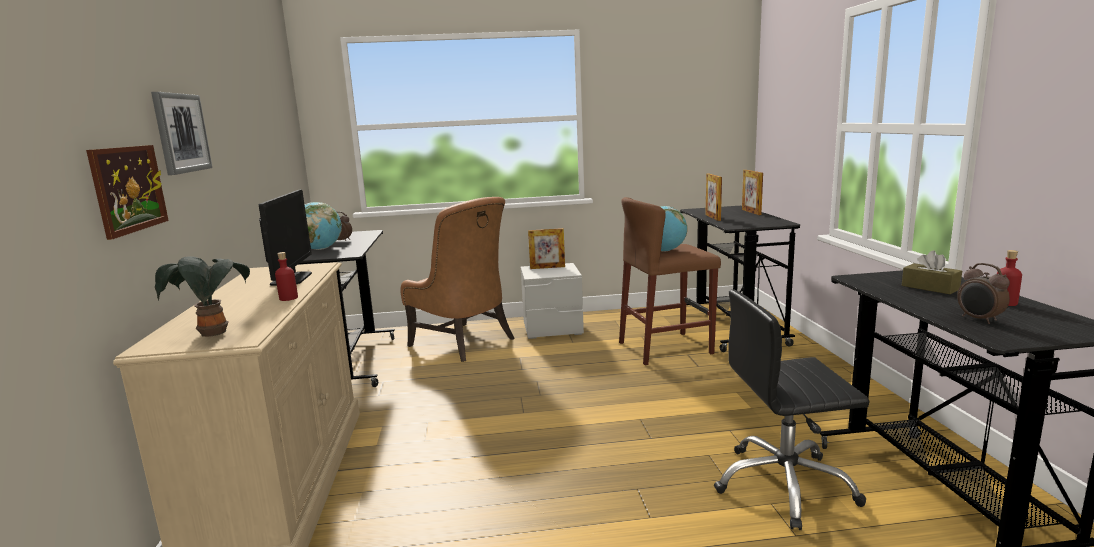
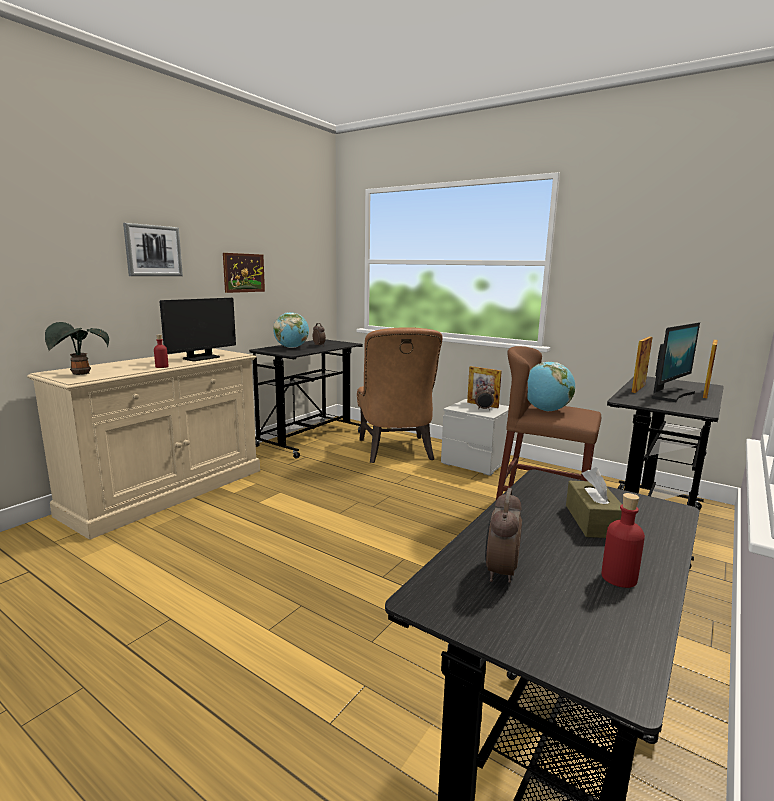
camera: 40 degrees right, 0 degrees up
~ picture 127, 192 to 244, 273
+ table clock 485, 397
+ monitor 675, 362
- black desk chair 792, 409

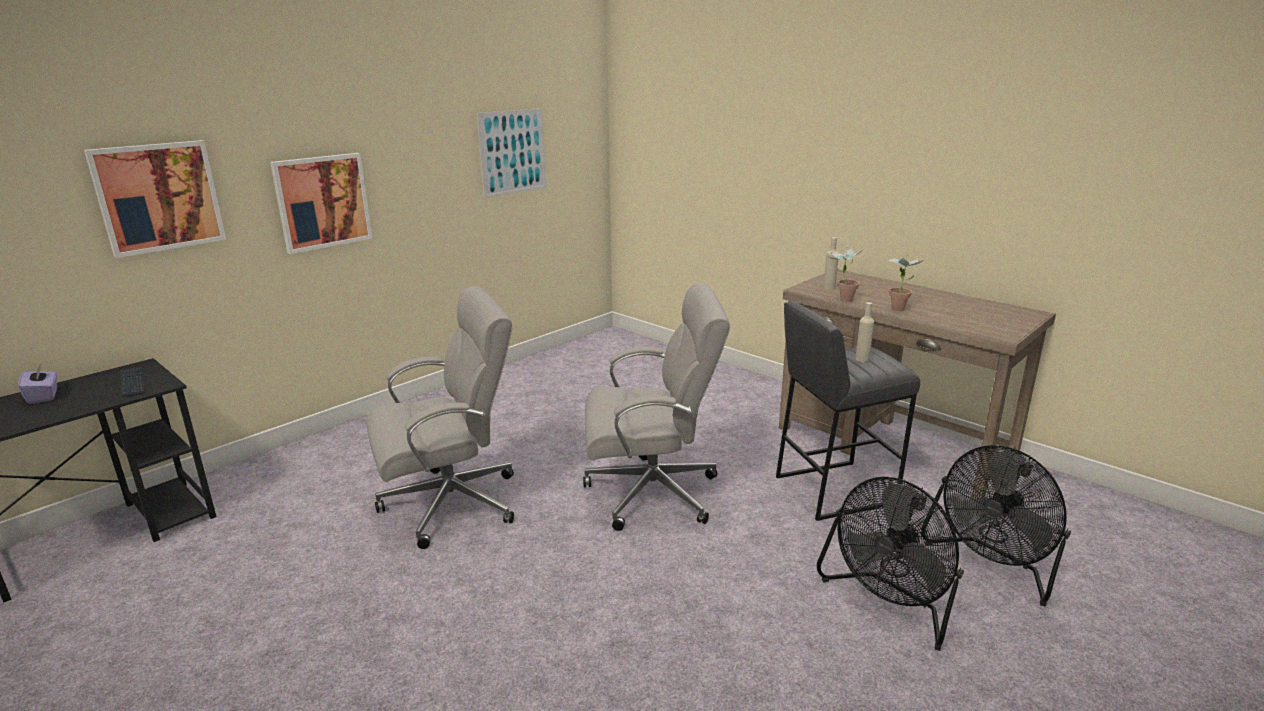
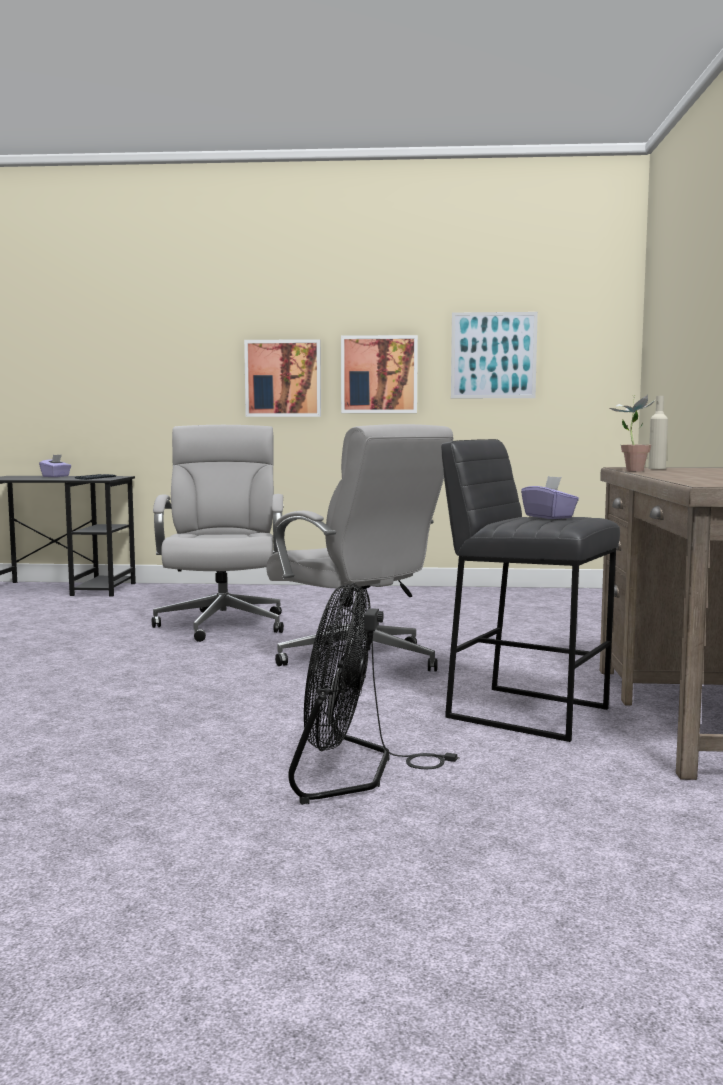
camera: 50 degrees right, 15 degrees down
~ grey desk chair 440, 417 = 218, 533 120 degrees counterclockwise
~ picture 155, 199 to 379, 374
~ sand-coloured bottle 864, 332 to purple box of tissues 550, 497
- houseplant 905, 283
- black cooling fan 996, 526

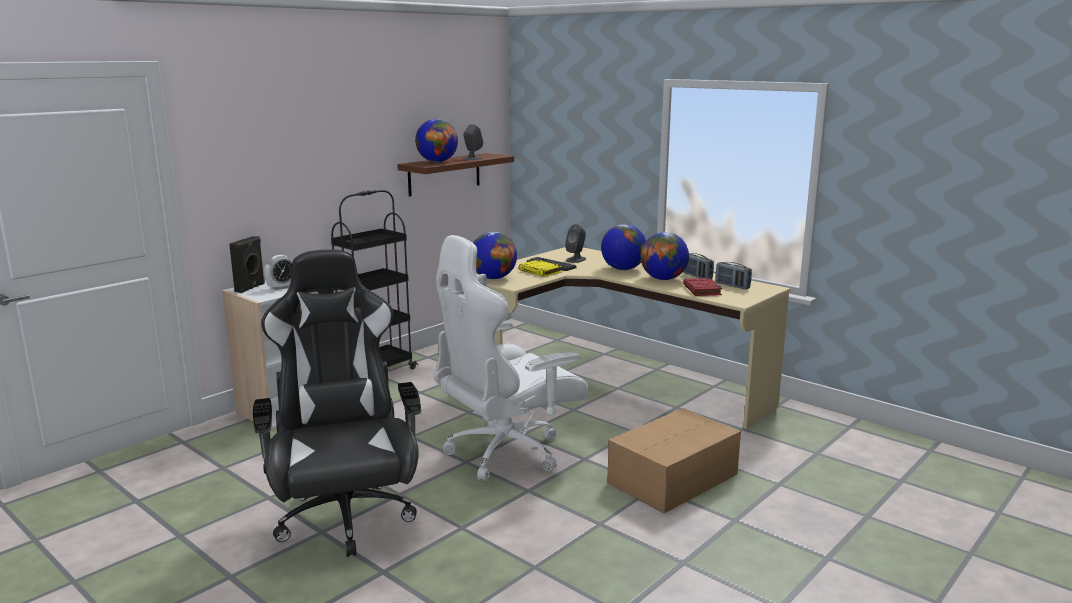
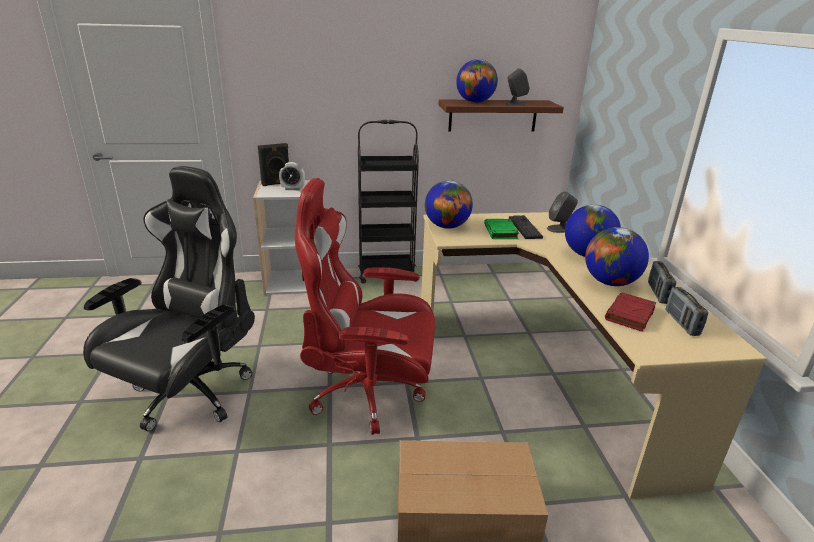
camera: 40 degrees right, 10 degrees up
~ white-coloured desk chair 511, 358 to reddish desk chair 365, 306
~ yellowish book 540, 268 to green-coloured book 501, 229

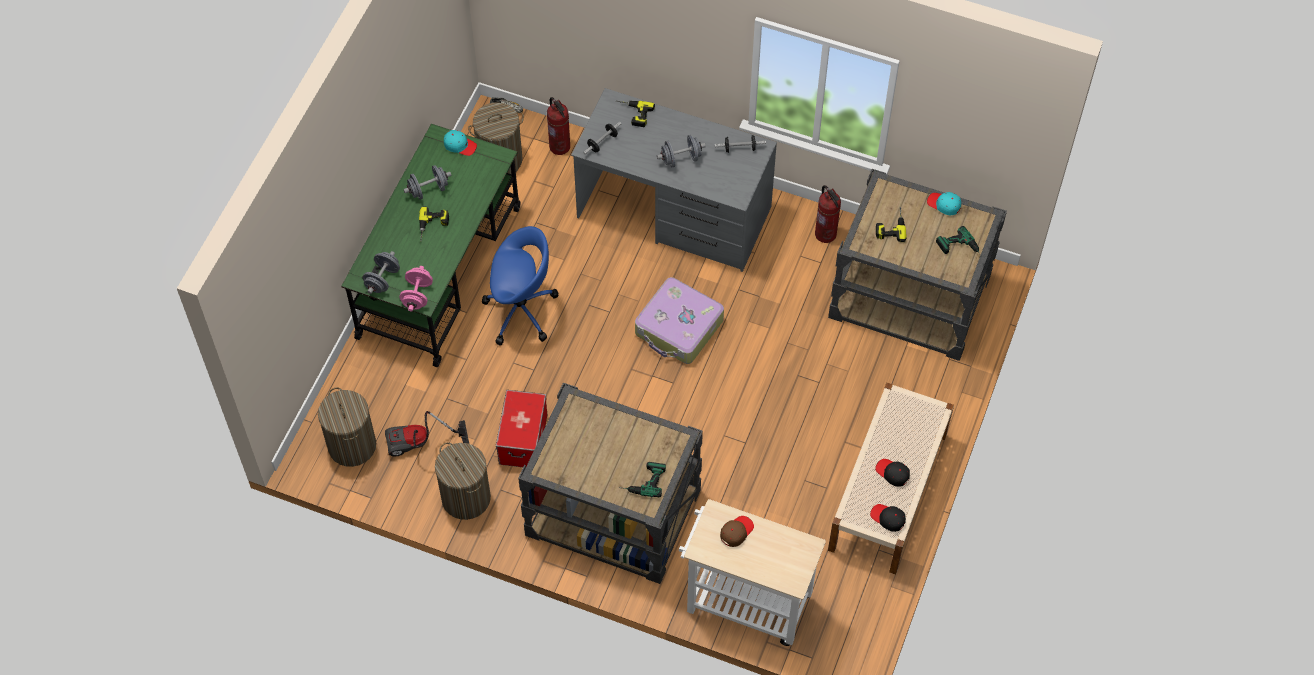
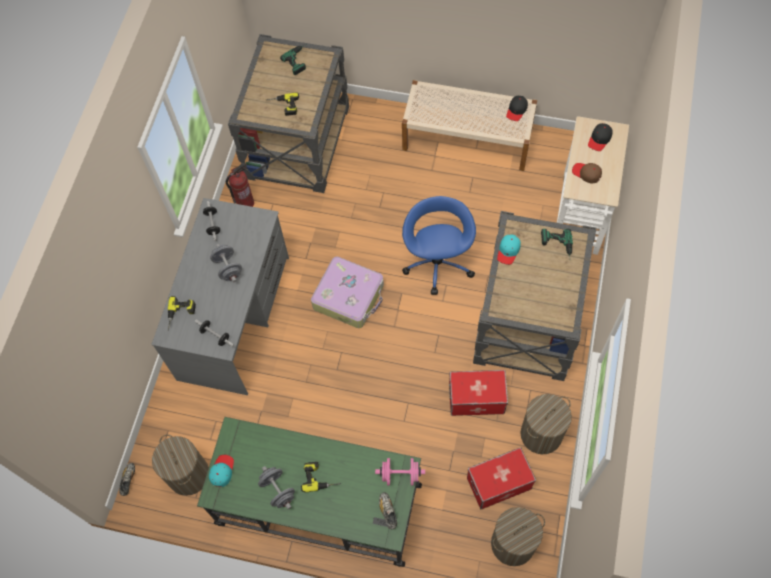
camera: 95 degrees left, 5 degrees up
~ grey free weight 381, 272 to item of footwear 388, 510
~ blue-coloured desk chair 520, 285 to 439, 245
~ hoover 427, 434 to storage box 501, 478
~ turquoise-coloured baseball cap 944, 203 to 509, 249
~ black baseball cap 892, 473 to 600, 137
- extinguisher 558, 126

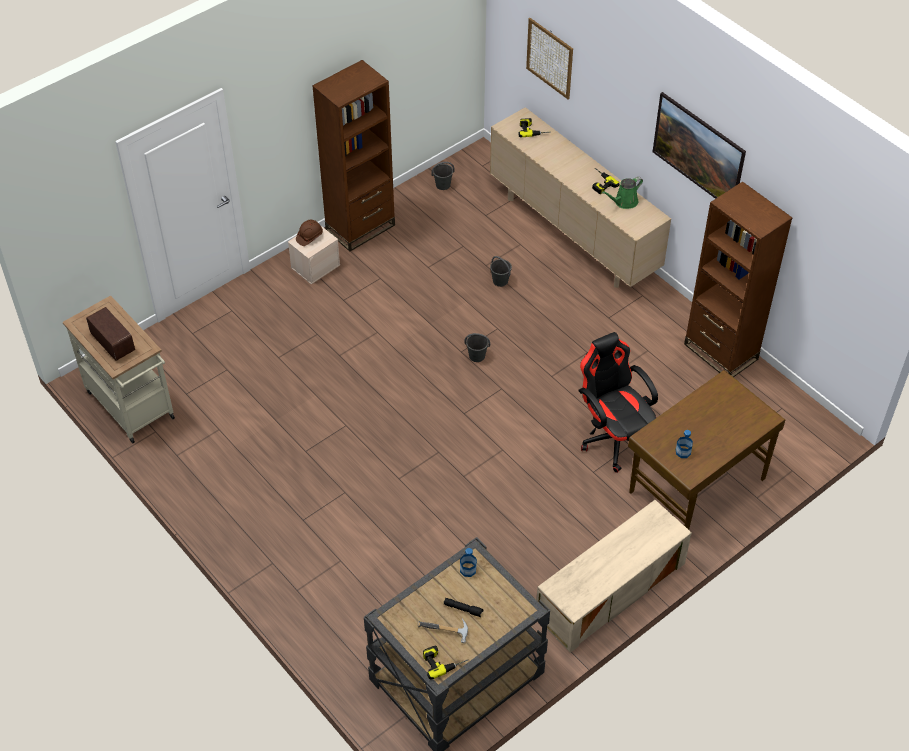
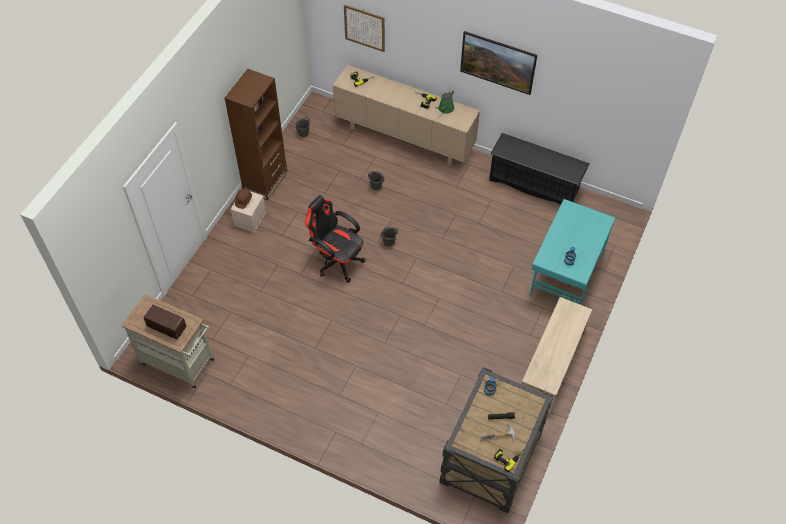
camera: 25 degrees left, 5 degrees up
~ black desk chair 618, 402 to 335, 239
~ brown bookcase 738, 279 to black shoe stand 539, 168
~ brown desk 706, 450 to turquoise-coloured desk 573, 252

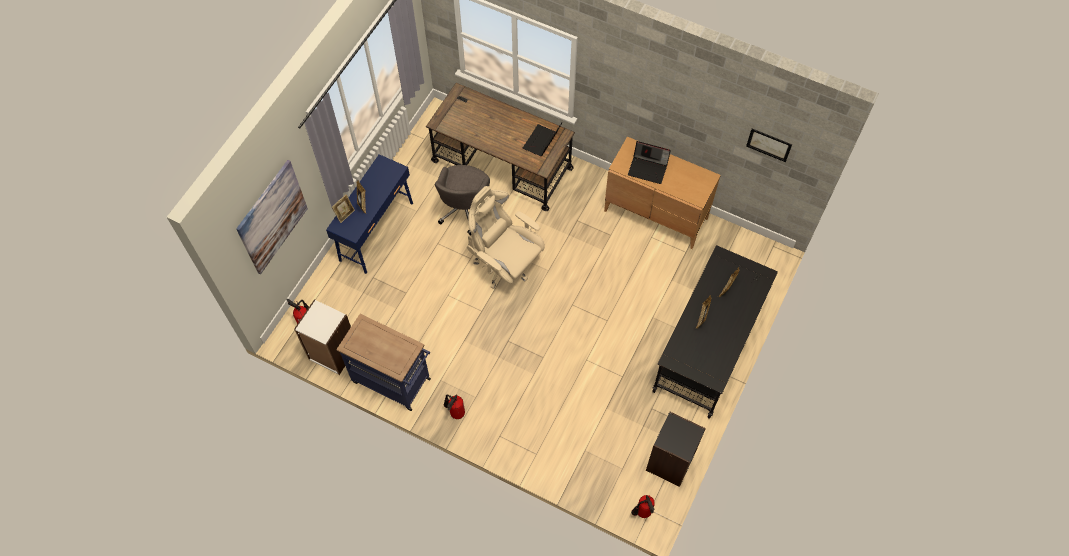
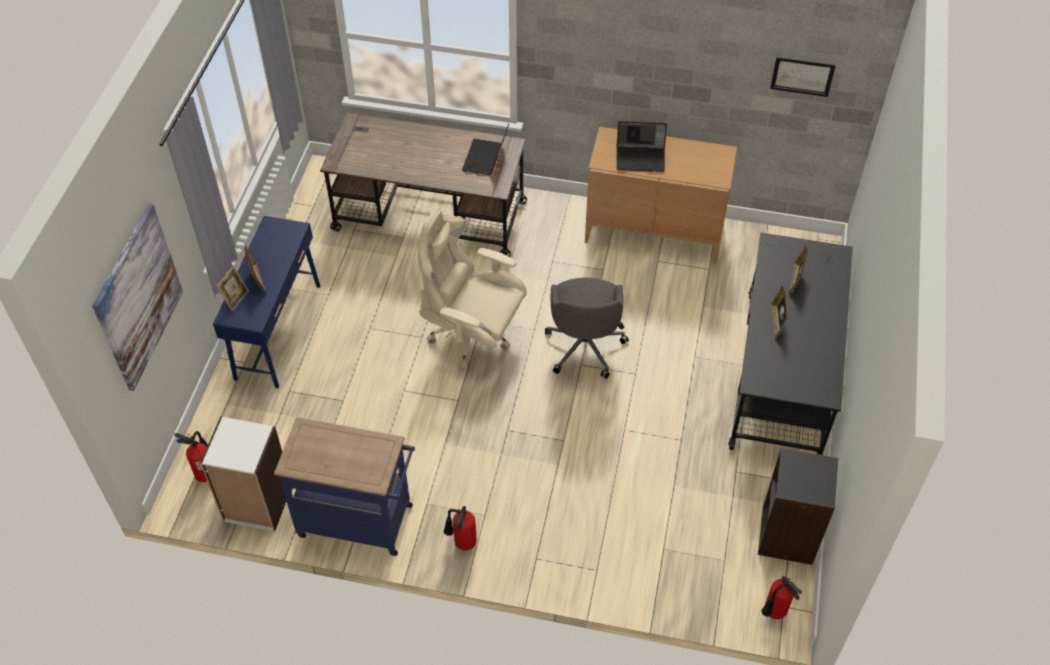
camera: 15 degrees left, 10 degrees down
~ grey desk chair 462, 200 to 587, 328

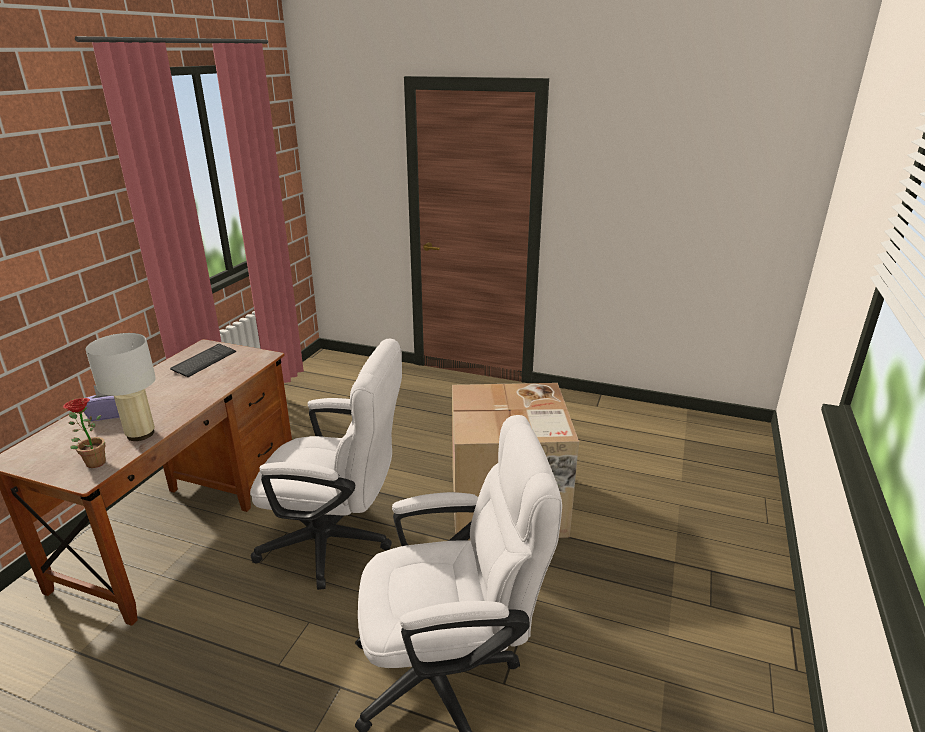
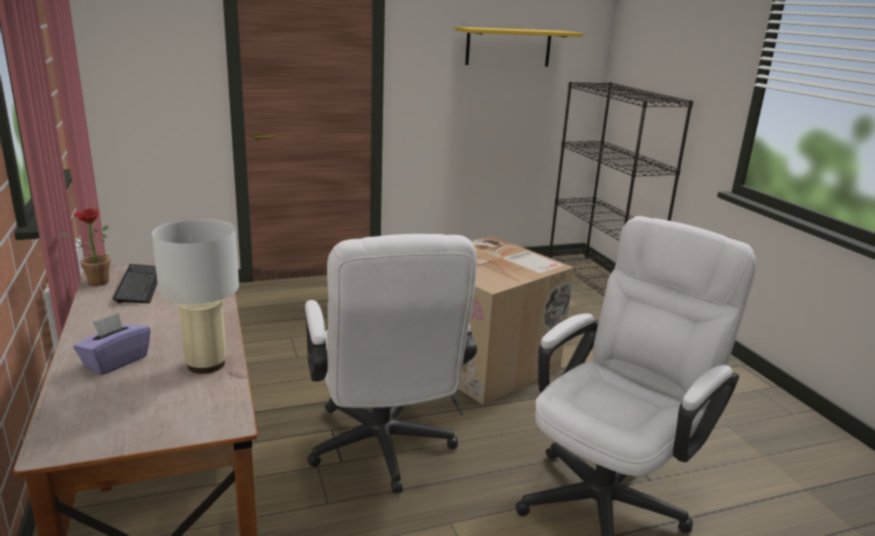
camera: 40 degrees left, 5 degrees down
~ houseplant 84, 433 to 85, 247
~ white-coloured desk chair 326, 464 = 391, 363 105 degrees clockwise
+ yellowish bracket shelf 519, 46
+ black bookcase 621, 189

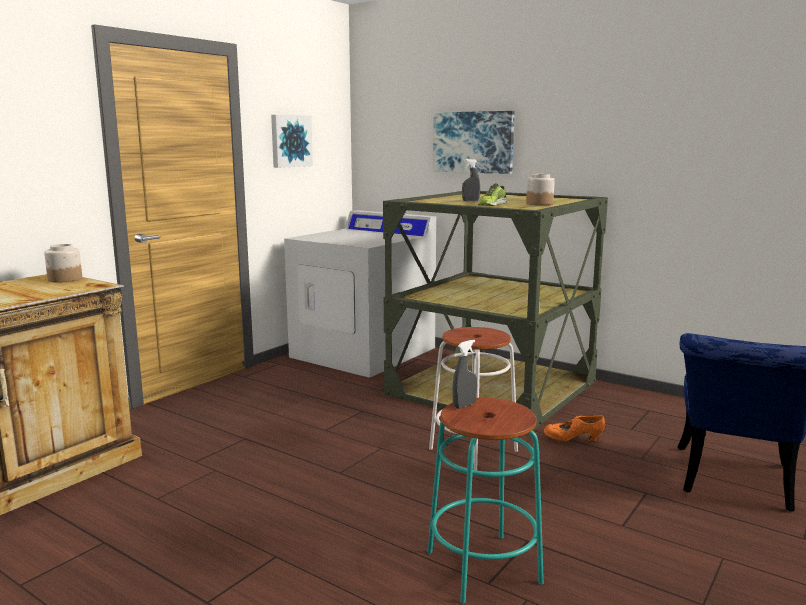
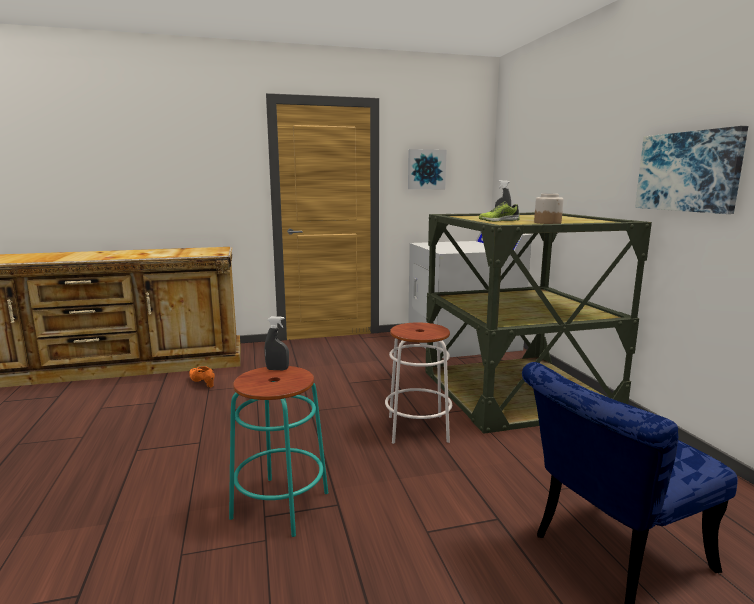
camera: 40 degrees right, 0 degrees up
~ orange item of footwear 574, 428 to 202, 377
~ picture 473, 142 to 691, 170
- storage jar 63, 263

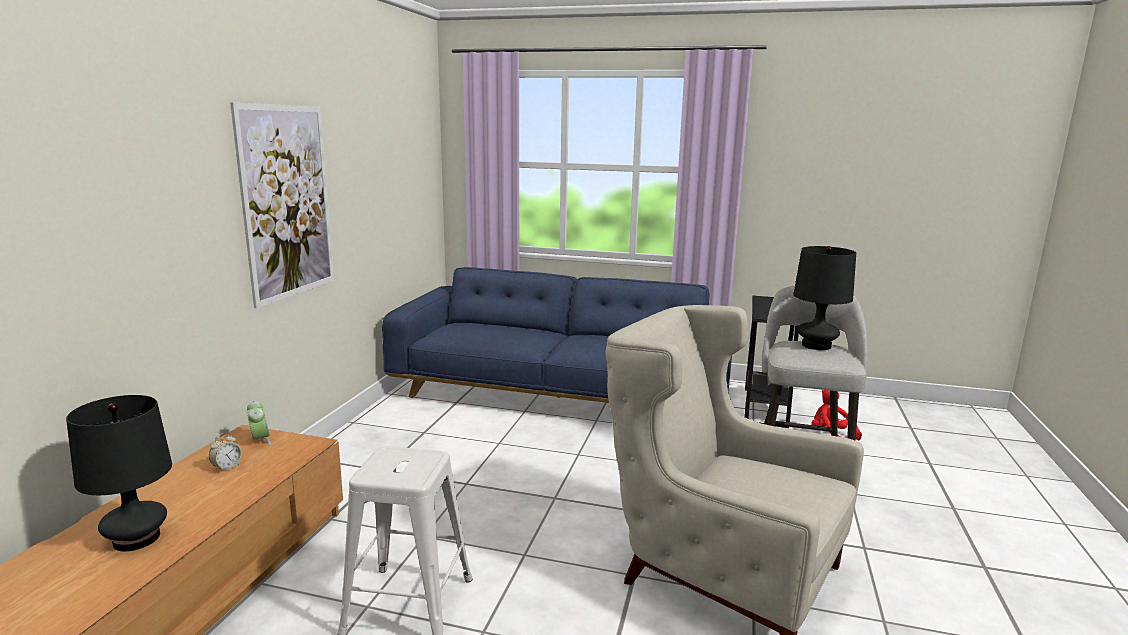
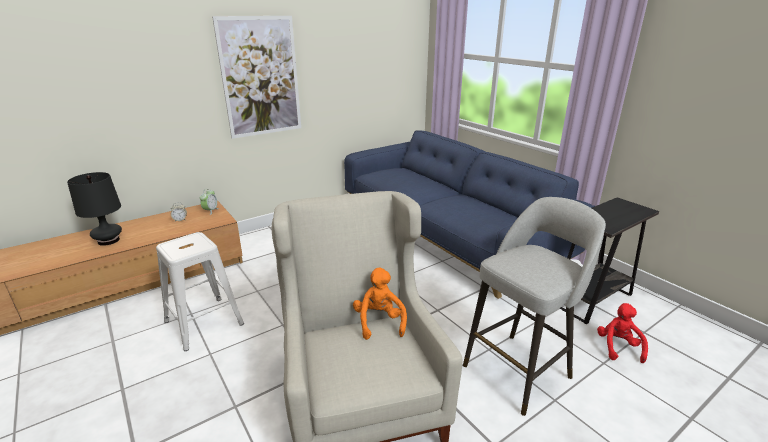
camera: 40 degrees right, 10 degrees up
+ orange plush toy 380, 304
- black tabletop lamp 824, 298

